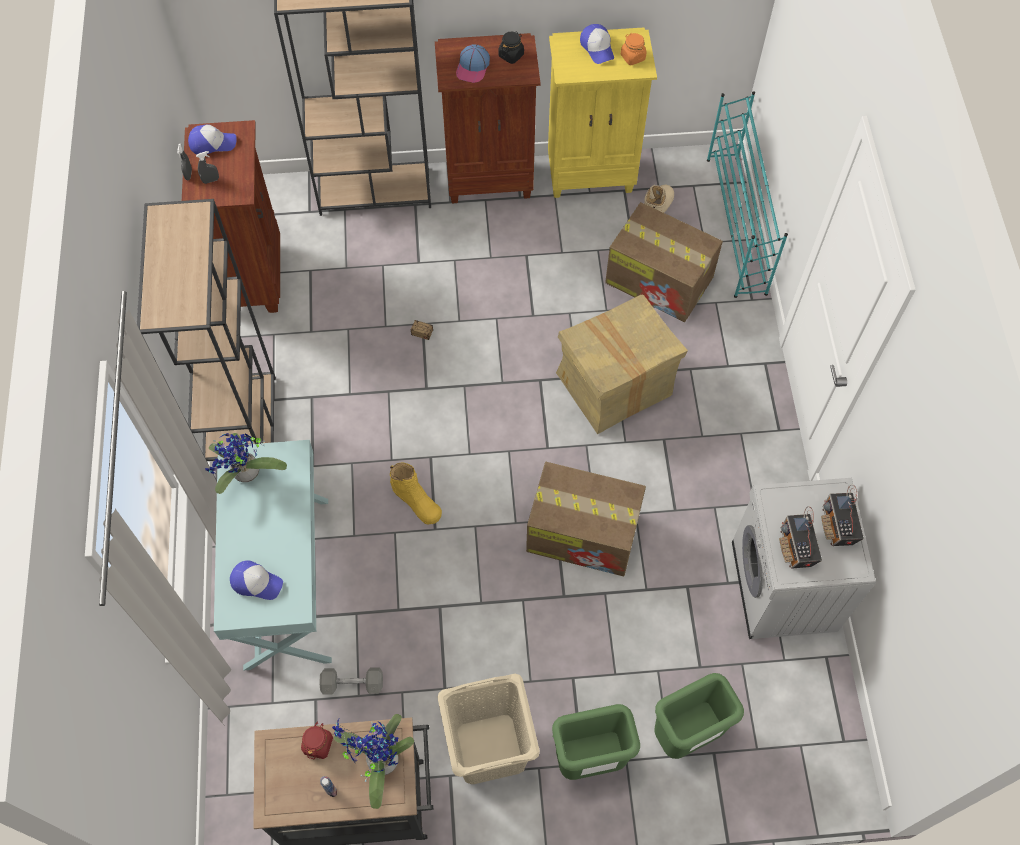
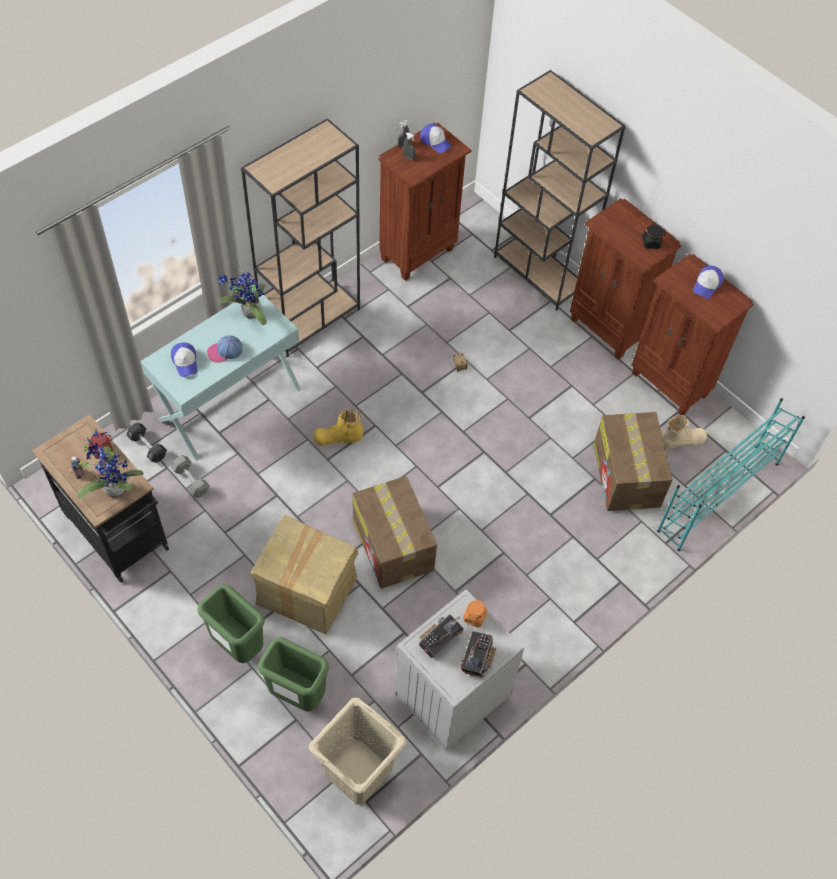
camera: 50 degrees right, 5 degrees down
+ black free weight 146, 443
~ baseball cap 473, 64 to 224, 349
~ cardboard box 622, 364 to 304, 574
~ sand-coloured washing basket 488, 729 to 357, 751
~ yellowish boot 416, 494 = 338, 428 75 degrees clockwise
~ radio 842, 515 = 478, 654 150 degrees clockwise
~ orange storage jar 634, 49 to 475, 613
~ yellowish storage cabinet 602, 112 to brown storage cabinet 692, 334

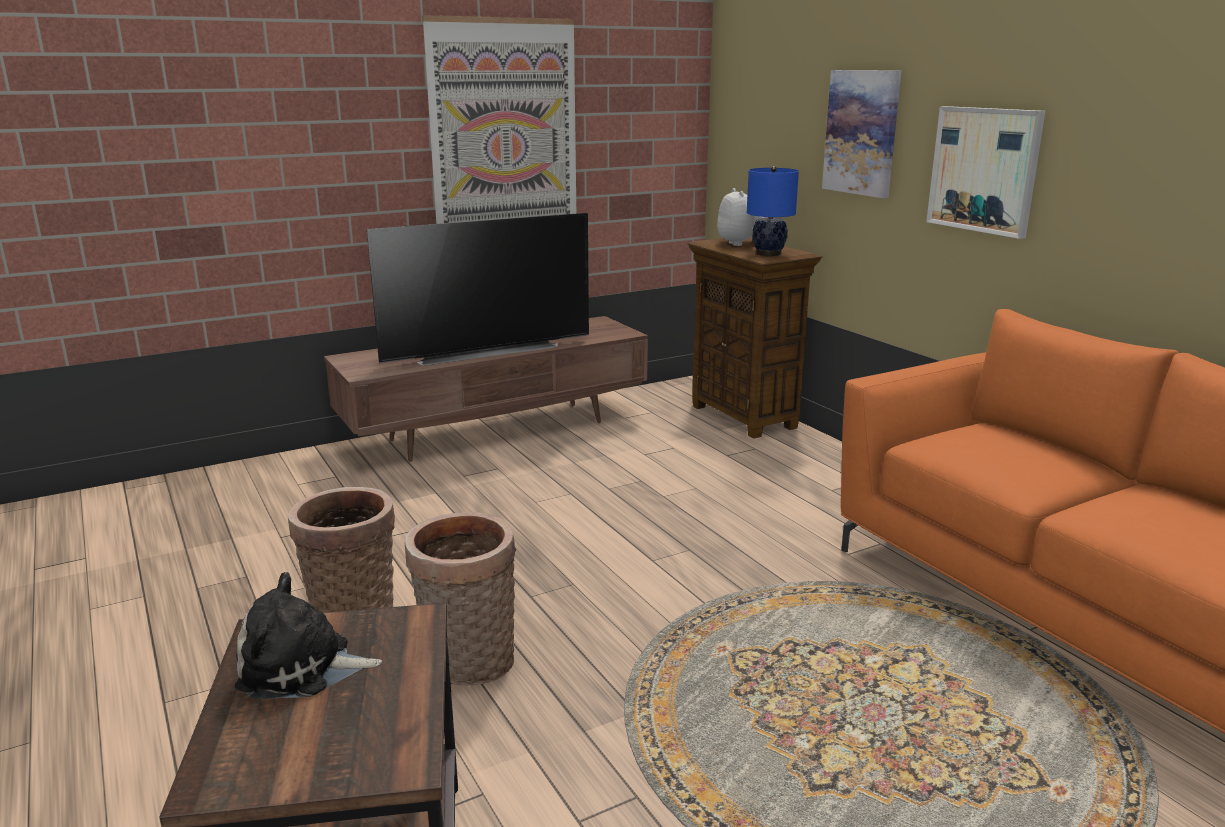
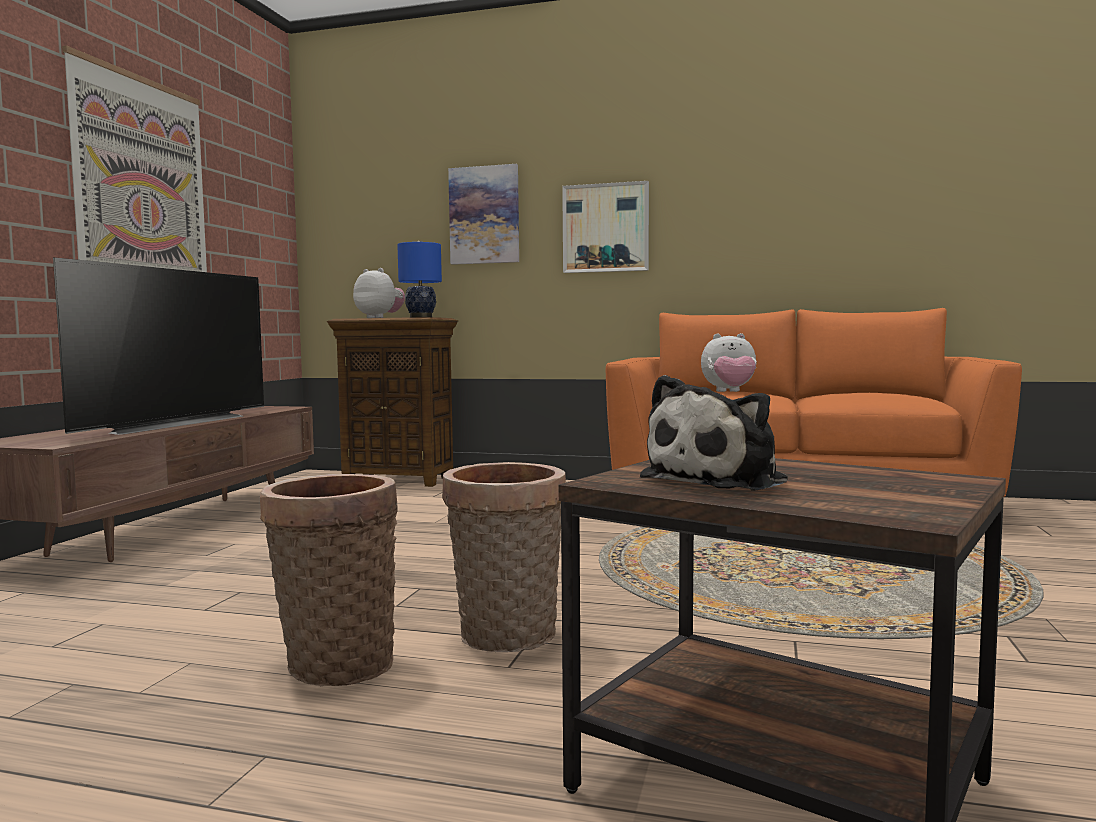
camera: 45 degrees left, 15 degrees down
+ plush toy 729, 362

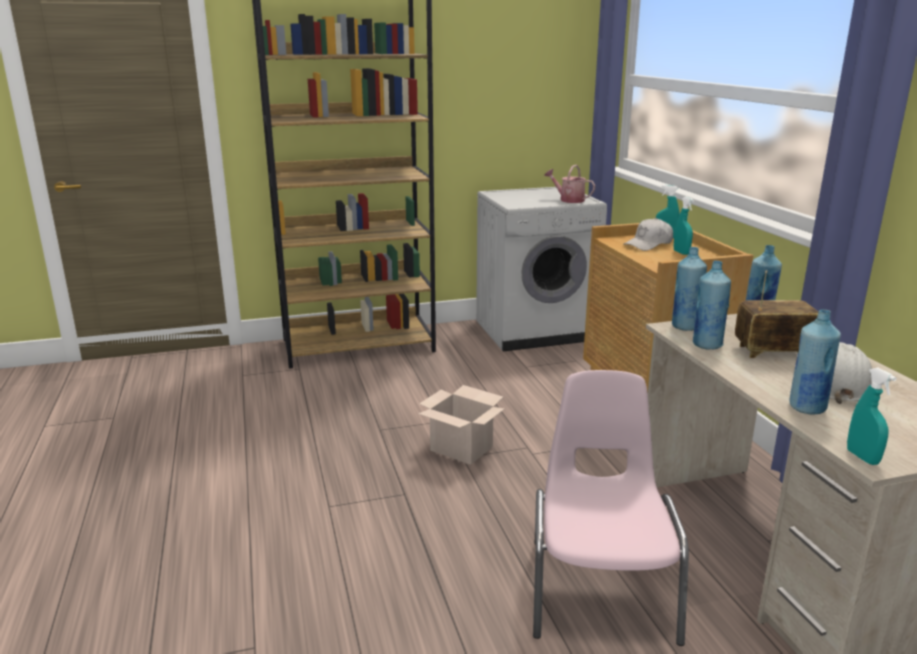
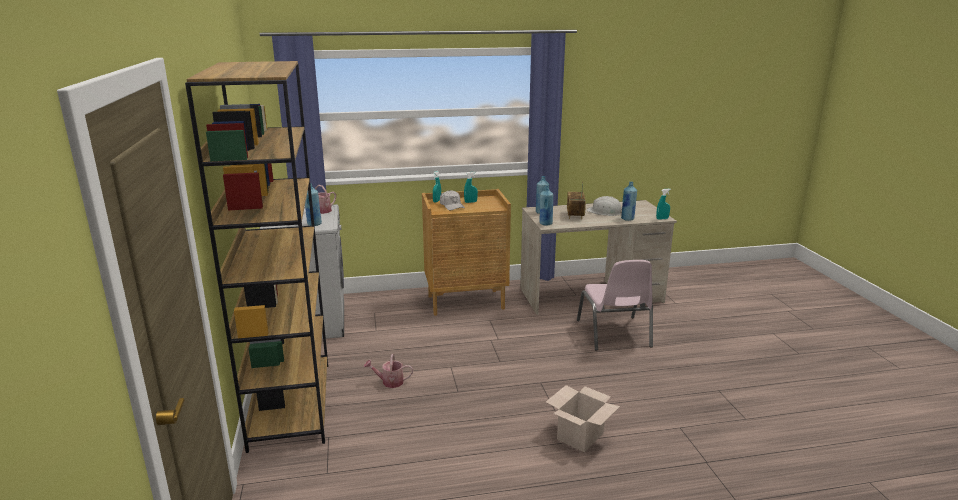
camera: 85 degrees left, 0 degrees up
~ blue-coloured bottle 712, 305 to 313, 204
+ watering can 388, 371
~ cardboard box 461, 425 to 583, 419
~ pink plain chair 611, 508 = 615, 305 105 degrees counterclockwise

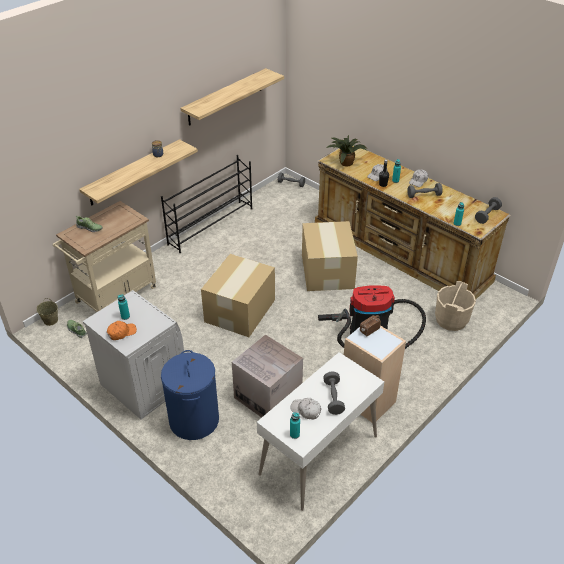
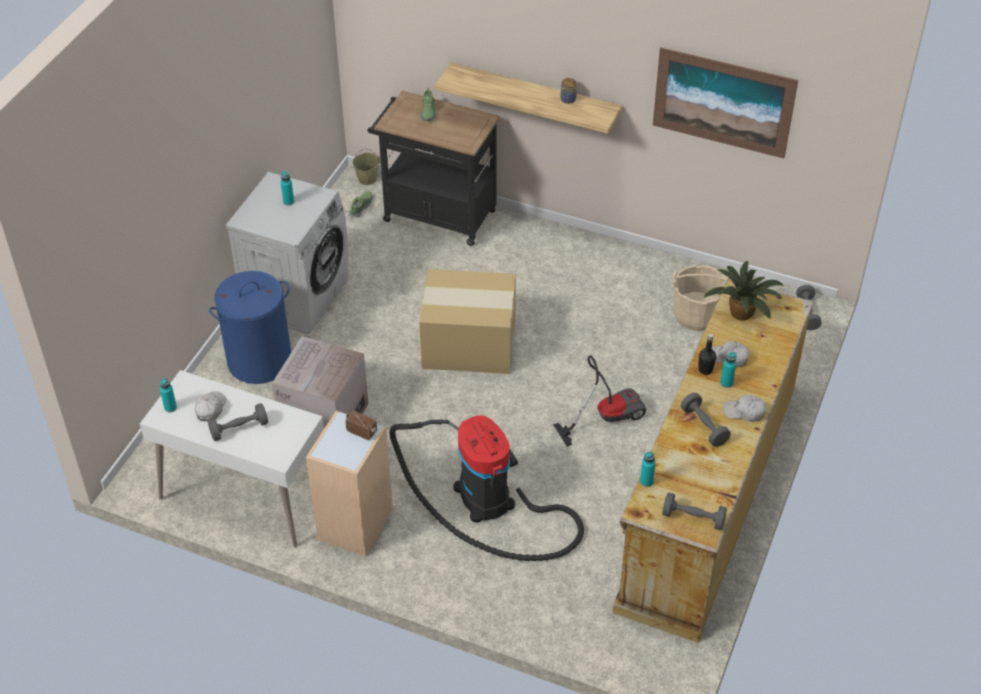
camera: 70 degrees right, 5 degrees up
~ sand-coloured cart 104, 256 to black cart 433, 168
~ cardboard box 330, 256 to hoover 600, 401
~ bracket shelf 232, 97 to picture 725, 103
~ sand-coloured pail 455, 306 to 701, 298
- orange baseball cap 122, 330
- black shoe stand 206, 204

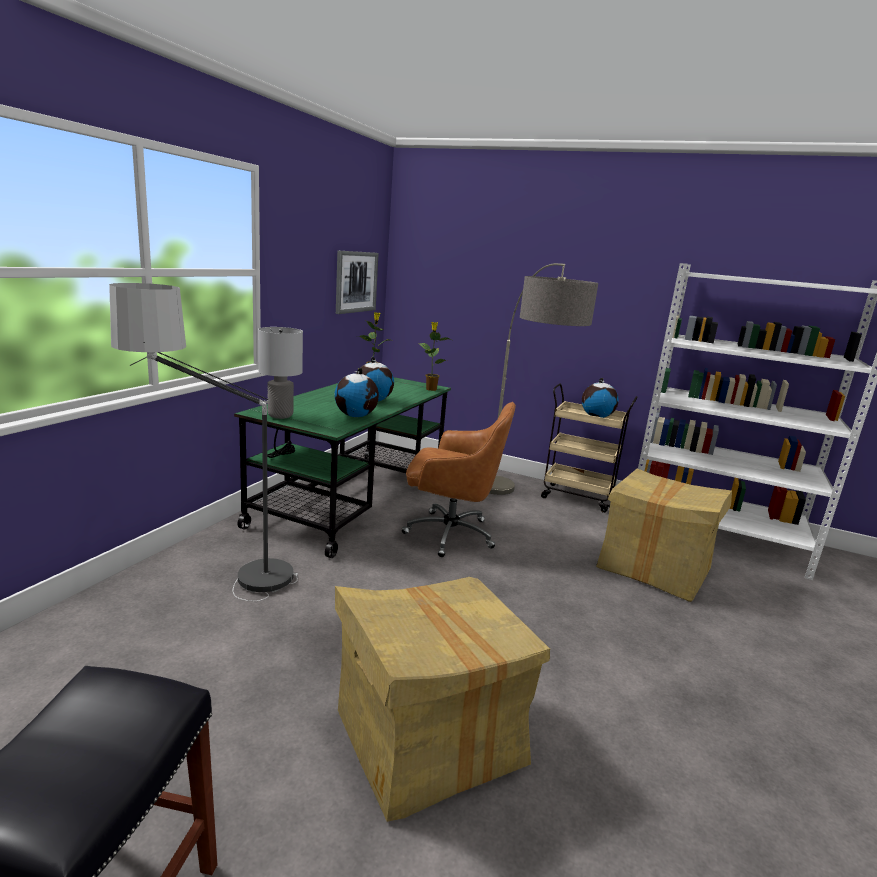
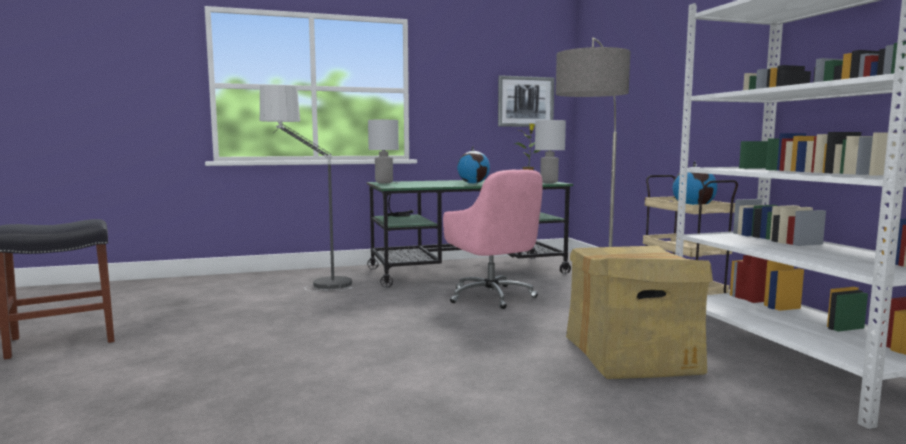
camera: 50 degrees right, 10 degrees down
~ brown desk chair 459, 479 to pink desk chair 493, 239
~ houseplant 435, 356 to grey tabletop lamp 550, 151
- globe 357, 392
- cardboard box 442, 699

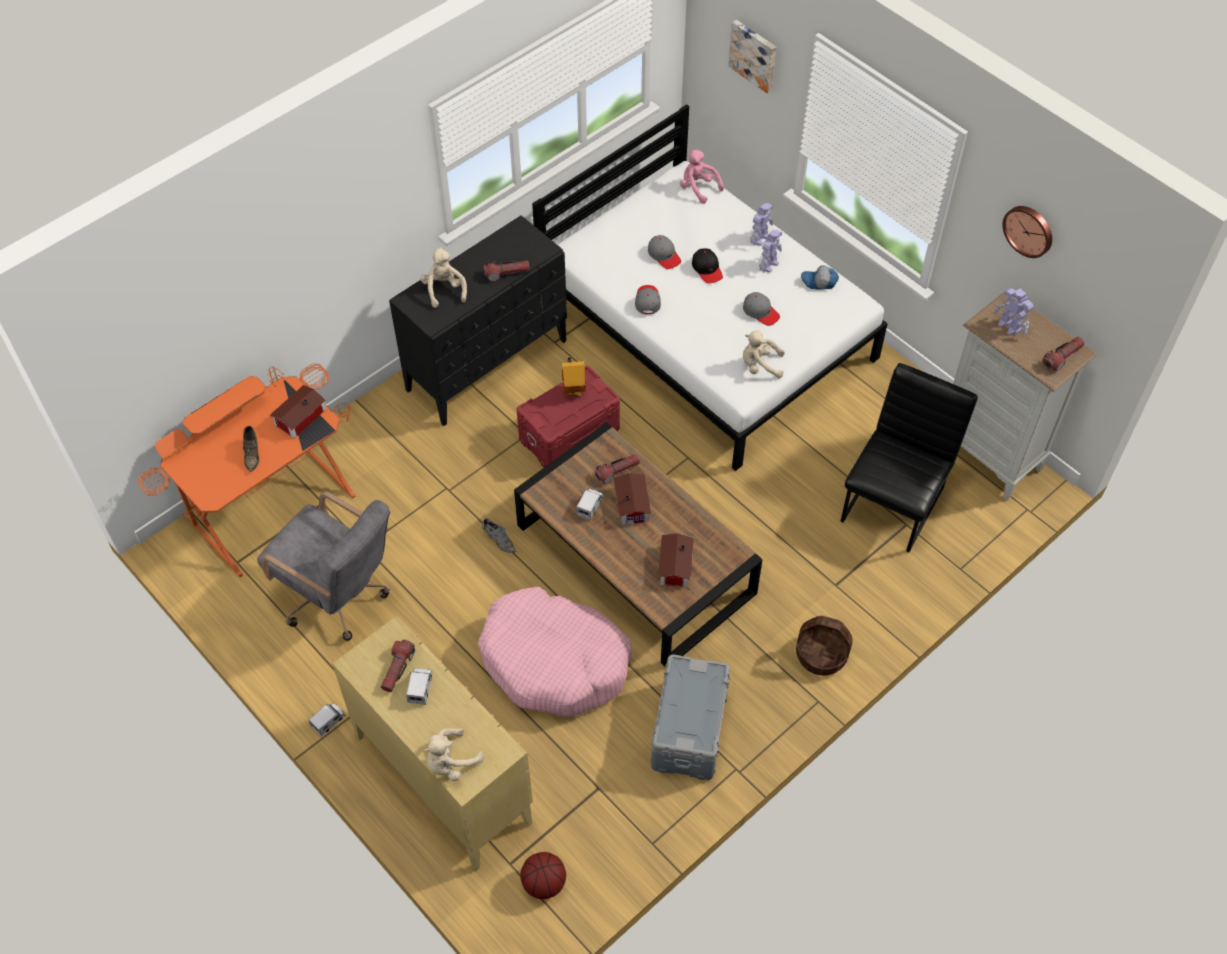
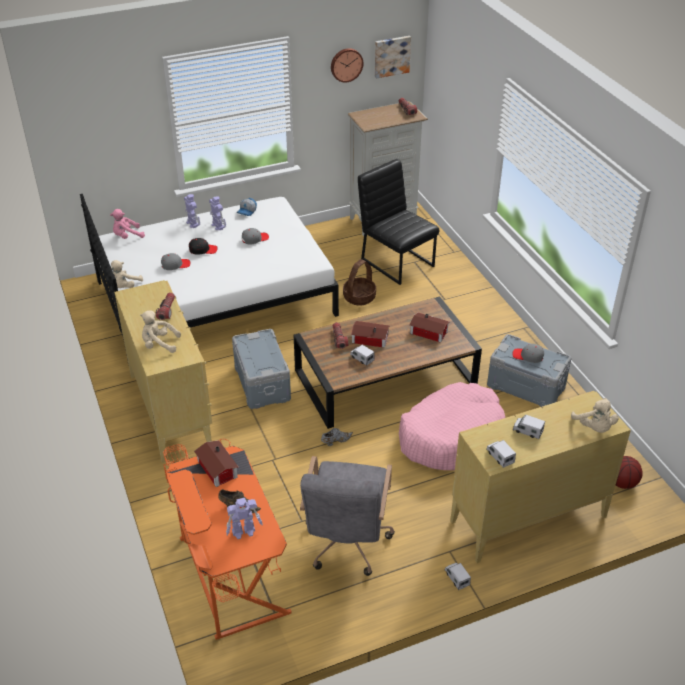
camera: 70 degrees left, 15 degrees down
~ sand-coloured plush toy 764, 354 to 127, 274
~ black dresser 478, 320 to sand-coloured dresser 163, 371
~ robot figure 1014, 312 to 244, 518
~ reddish storage box 568, 416 to grey storage box 261, 369
~ grey desk chair 323, 566 = 347, 516 135 degrees clockwise
~ storage basket 824, 645 to 359, 282
~ picture 752, 56 to 393, 57
+ model truck 501, 454
~ grey baseball cap 648, 299 to 528, 353
- hand torch 398, 666
- toy house 574, 376

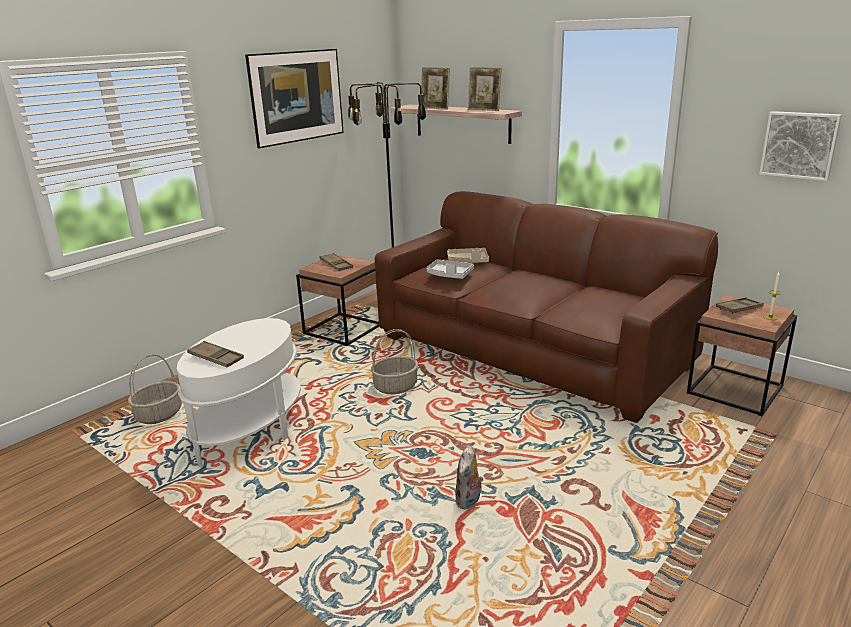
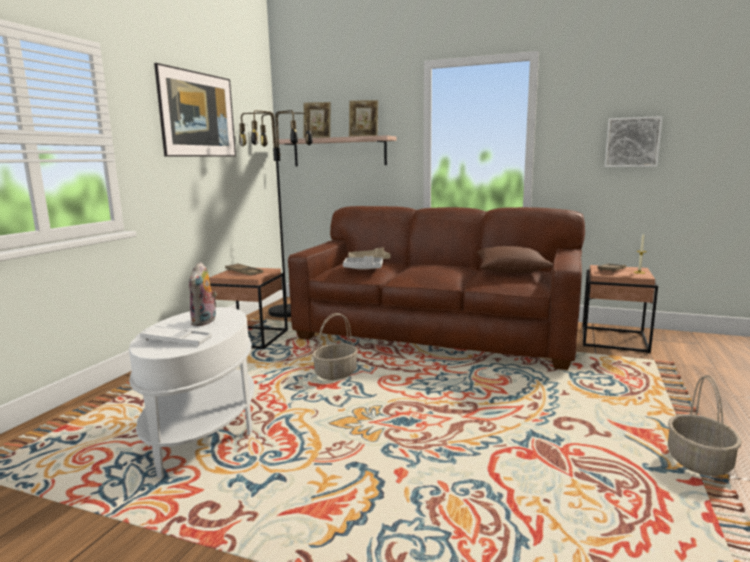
camera: 20 degrees left, 10 degrees down
~ brown tray 215, 354 to white-coloured tray 176, 335
~ plush toy 469, 477 to 203, 294
+ brown throw pillow 515, 259
~ storage basket 155, 389 to 704, 425

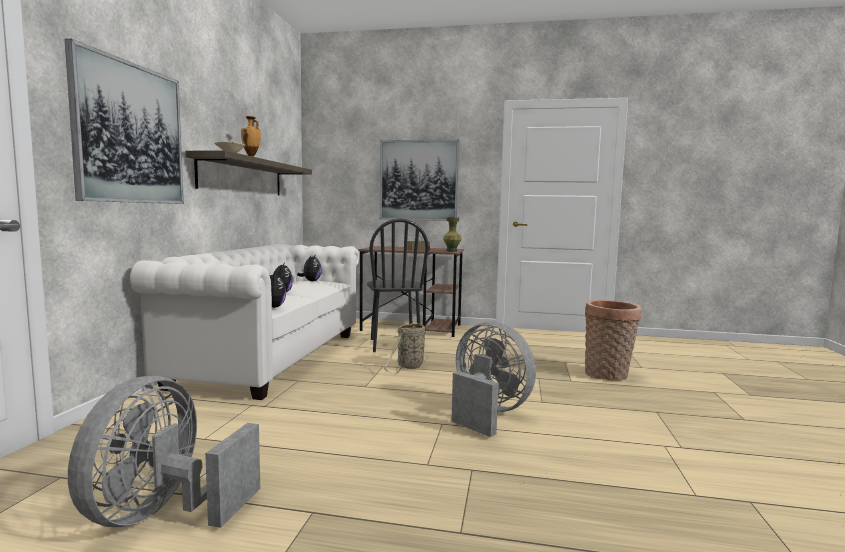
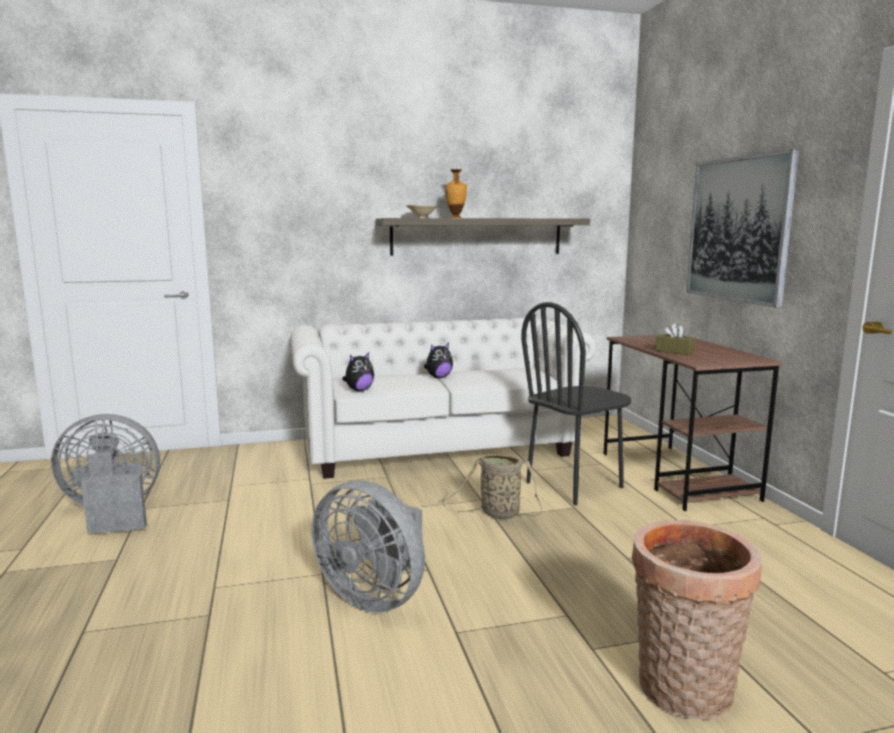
camera: 65 degrees right, 5 degrees up
~ grey cooling fan 493, 379 = 368, 546 105 degrees clockwise
- picture 124, 121
- plush toy 309, 268
- green-coloured decorative vase 452, 234

